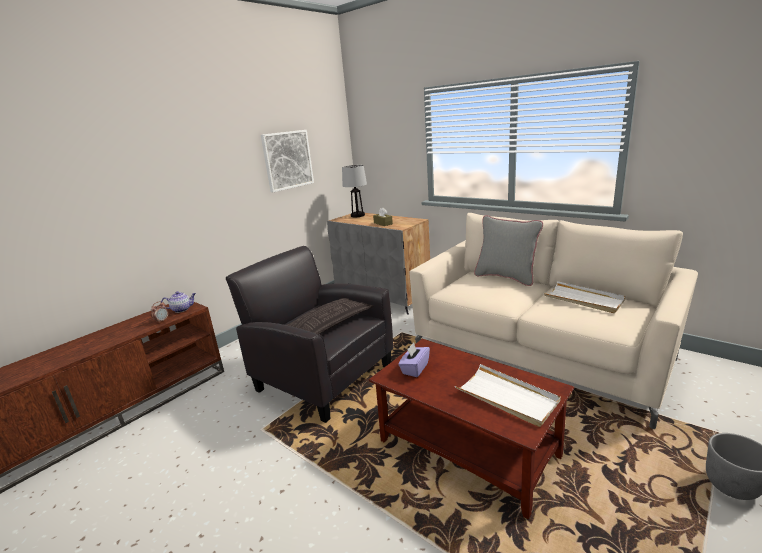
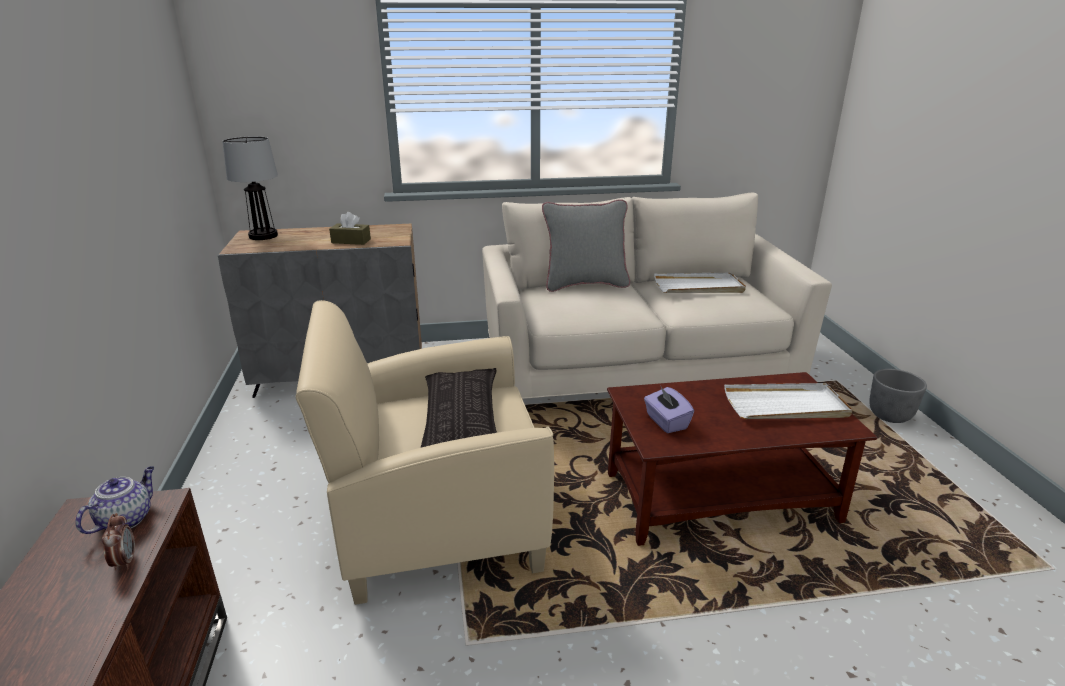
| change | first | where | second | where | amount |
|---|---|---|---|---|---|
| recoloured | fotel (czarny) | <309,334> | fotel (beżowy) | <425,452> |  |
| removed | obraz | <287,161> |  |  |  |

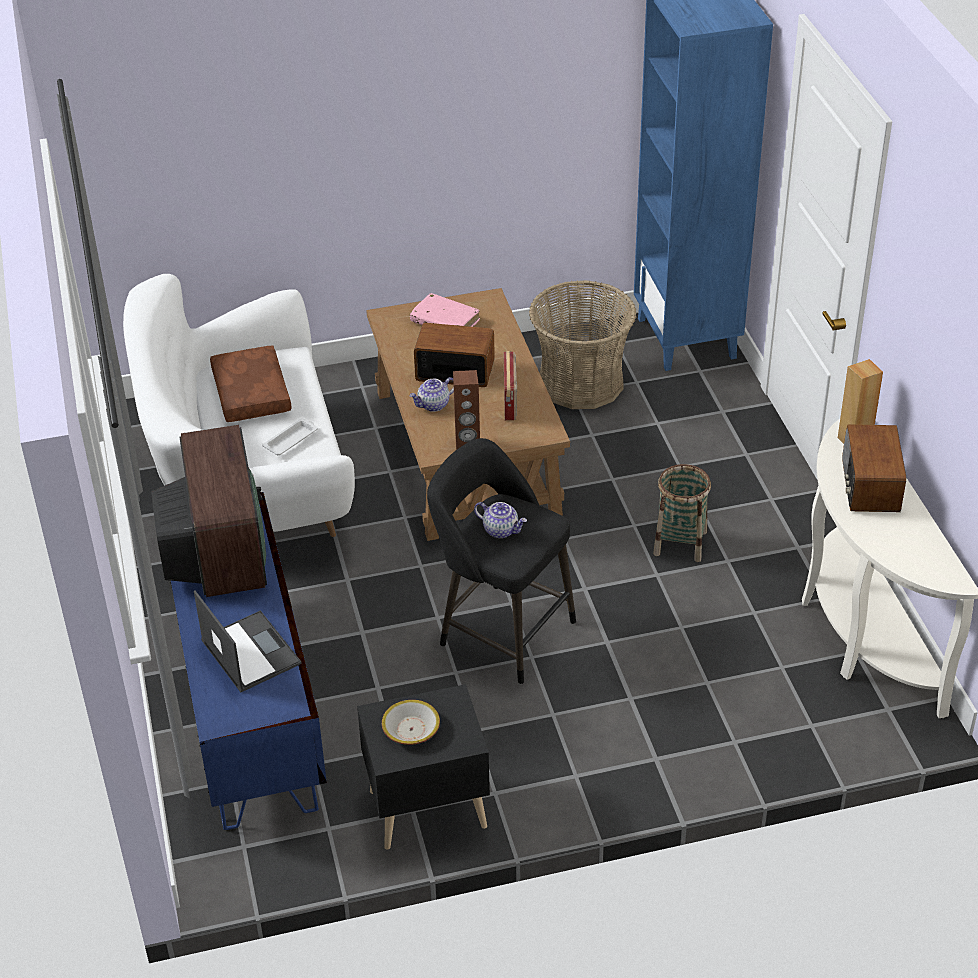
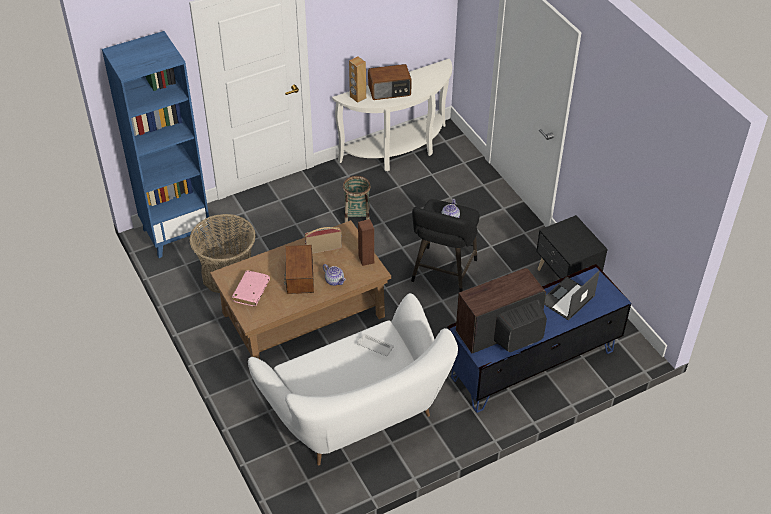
| change | first | where | second | where | amount |
|---|---|---|---|---|---|
| removed | poduszka (brązowy) | <251,383> |  |  |  |
| removed | miska | <411,722> |  |  |  |

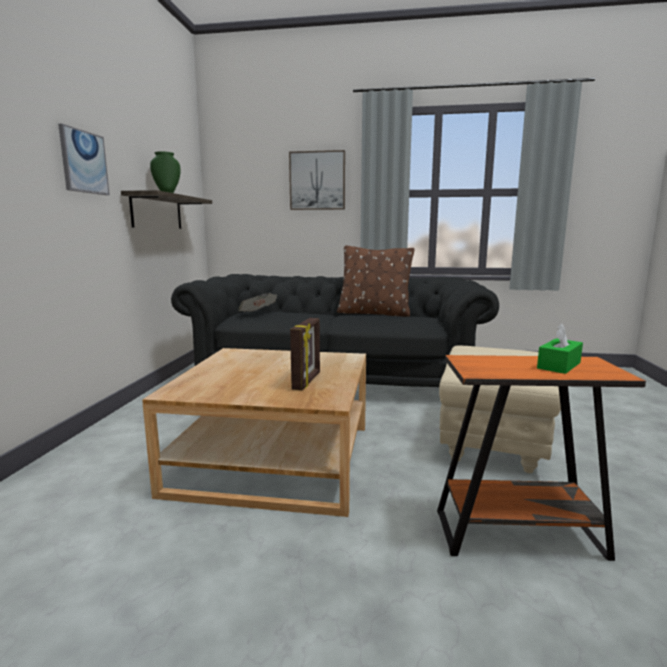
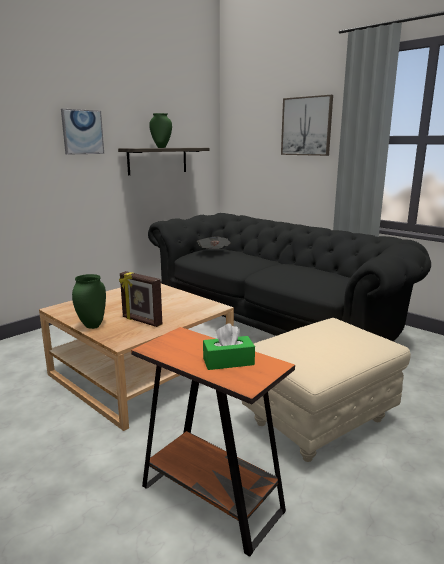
| change | first | where | second | where | amount |
|---|---|---|---|---|---|
| turned | ramka na zdjęcie | <305,354> |  | <140,299> | 75 degrees clockwise |
| removed | poduszka (brązowy) | <376,281> |  |  |  |
| added |  |  | wazon (zielony) | <89,301> |  |

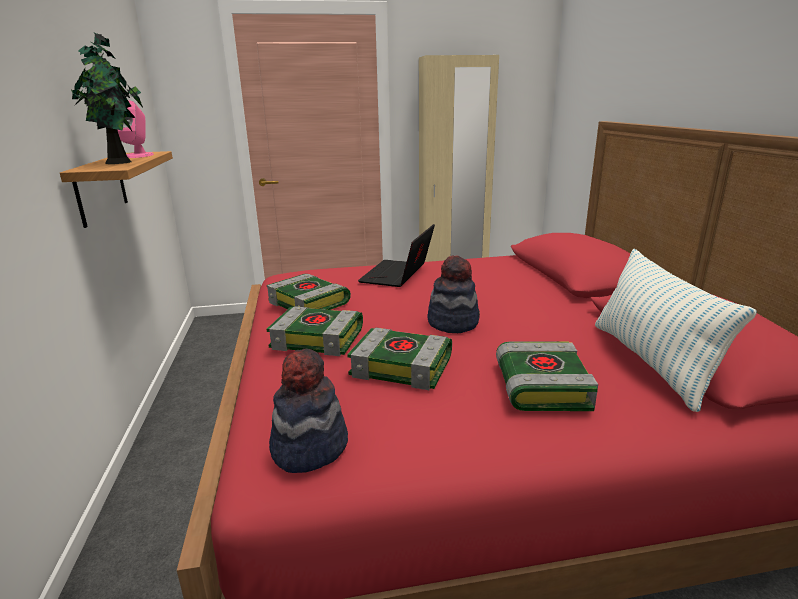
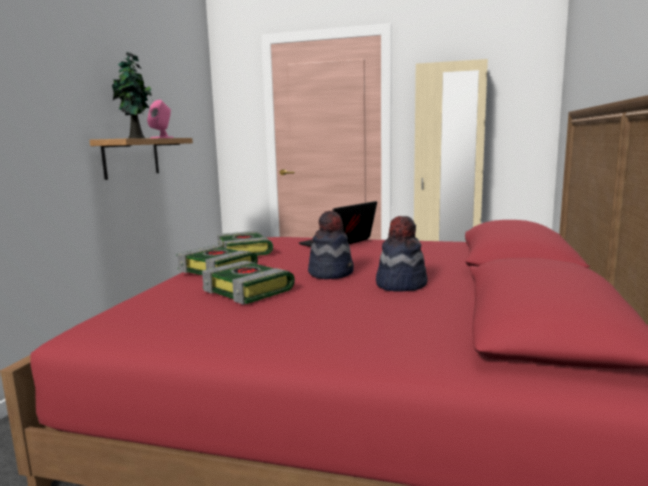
| change | first | where | second | where | amount |
|---|---|---|---|---|---|
| moved | kapelusz | <308,411> |  | <401,254> |  |
| removed | książka | <547,376> |  |  |  |
| removed | poduszka | <676,330> |  |  |  |

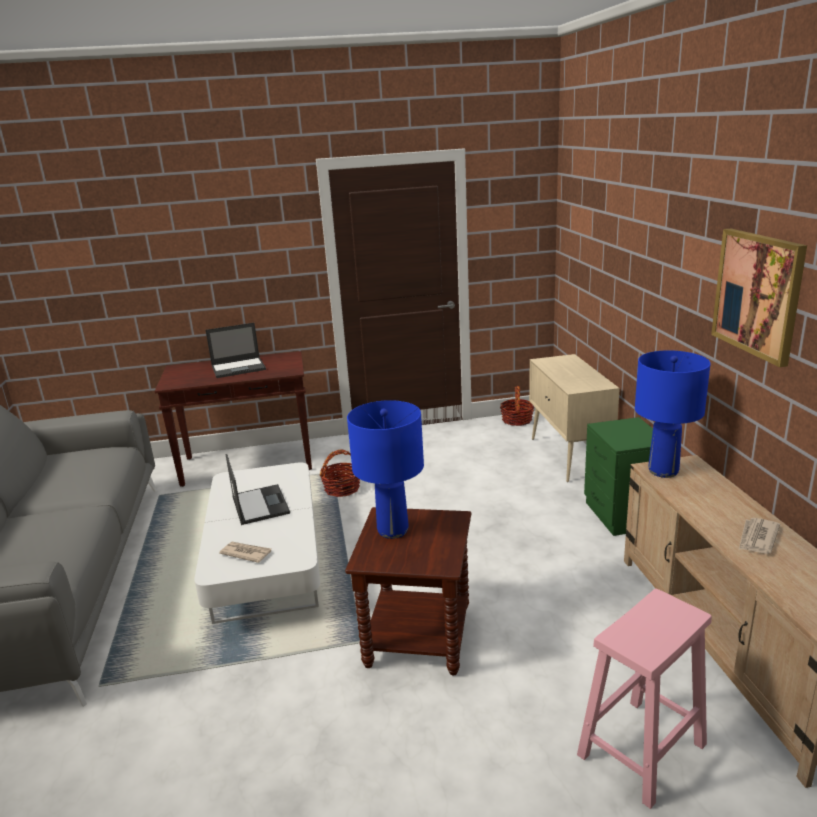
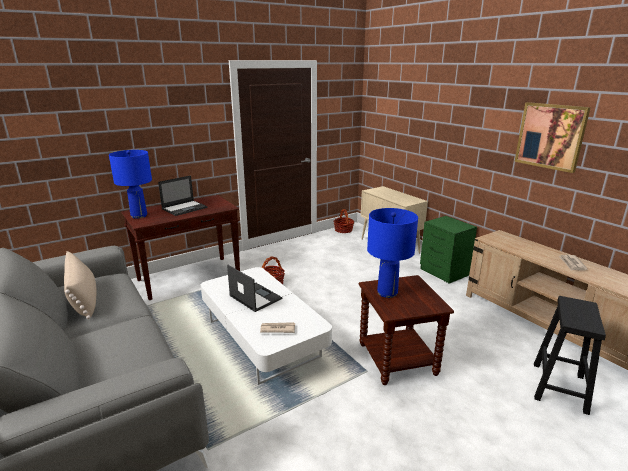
| change | first | where | second | where | amount |
|---|---|---|---|---|---|
| recoloured | stołek (różowy) | <644,699> | stołek (czarny) | <570,355> |  |
| moved | lampa stołowa (niebieski) | <673,414> |  | <130,184> |  |
| added |  |  | poduszka (beżowy) | <80,285> |  |

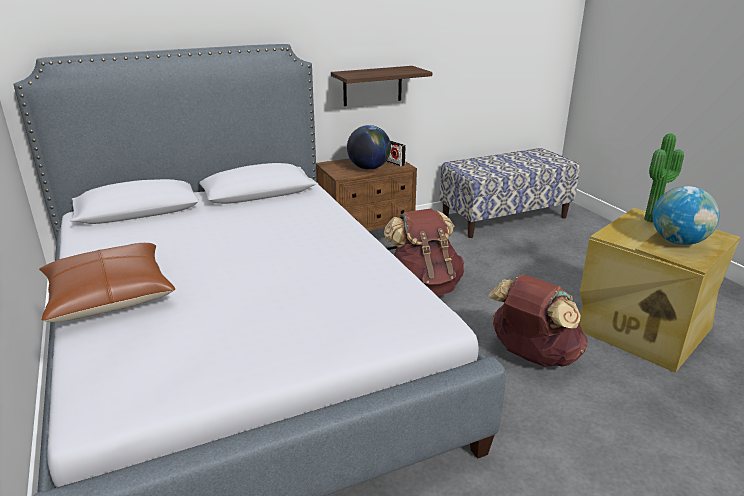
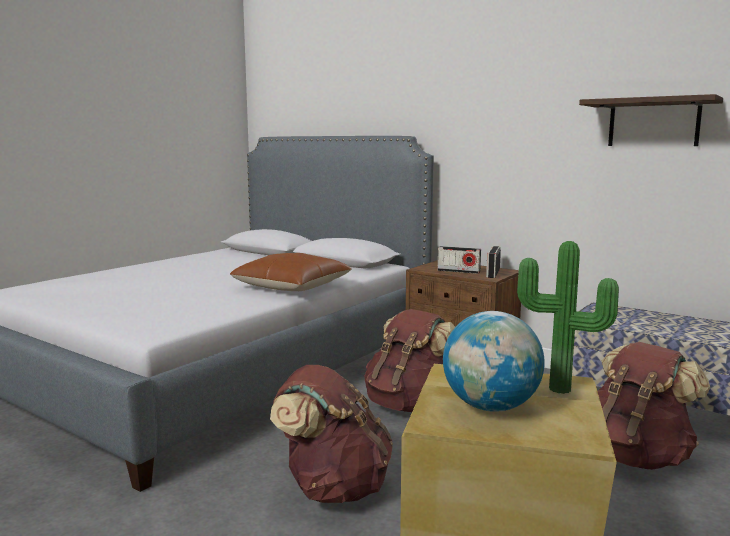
| change | first | where | second | where | amount |
|---|---|---|---|---|---|
| moved | poduszka (brązowy) | <107,282> |  | <290,272> |  |
| moved | półka | <381,86> |  | <651,120> |  |
| replaced | globus | <369,147> | radio | <459,260> |  |
| added |  |  | plecak (brązowy) | <654,406> |  |

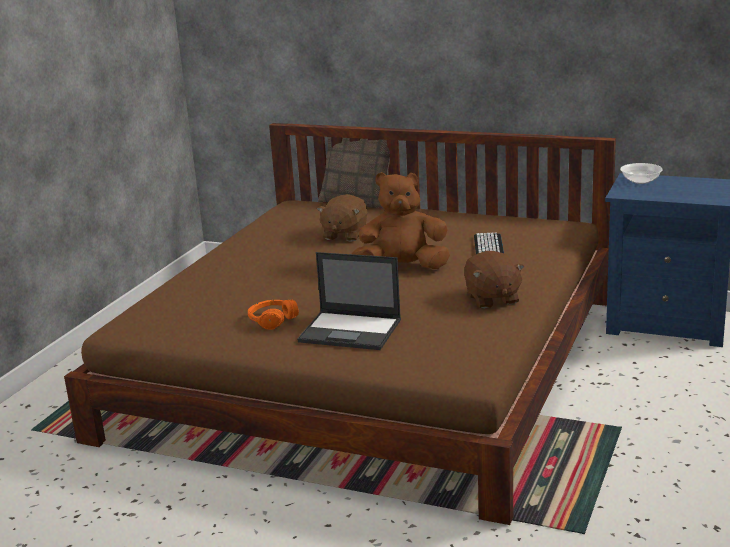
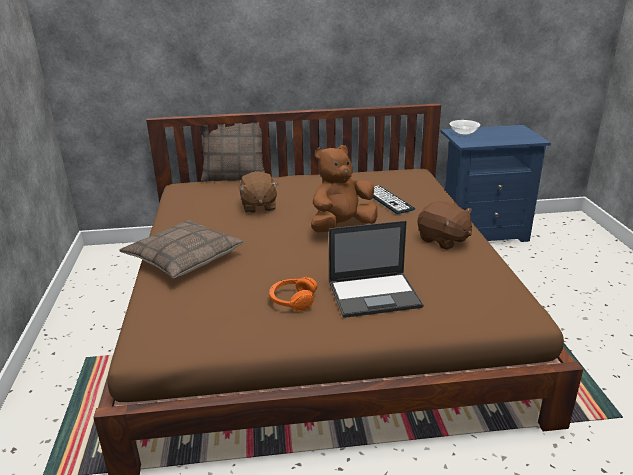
| change | first | where | second | where | amount |
|---|---|---|---|---|---|
| added |  |  | poduszka | <181,249> |  |

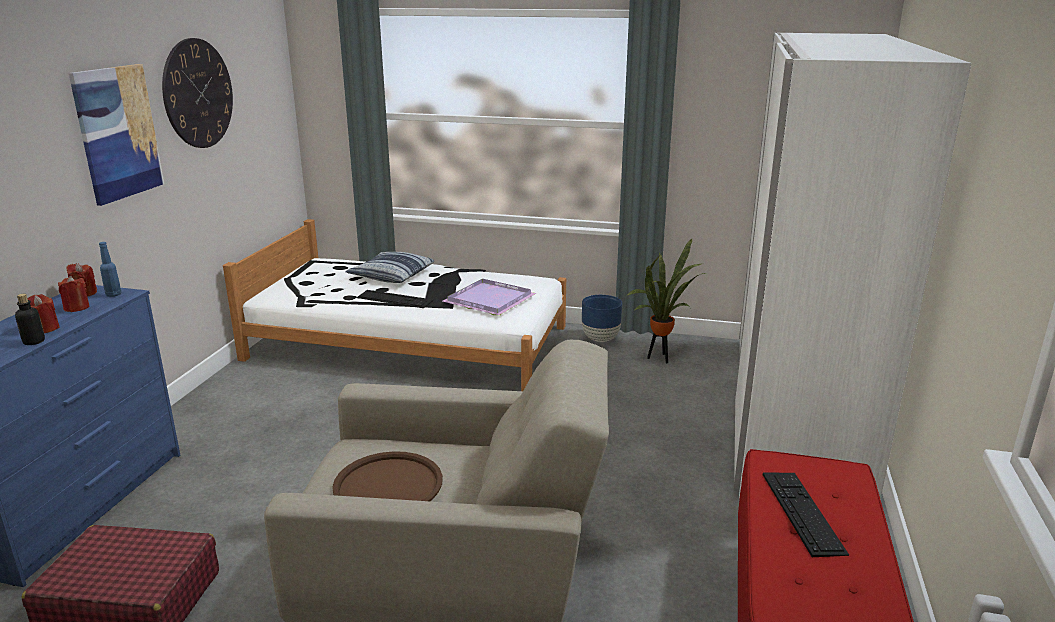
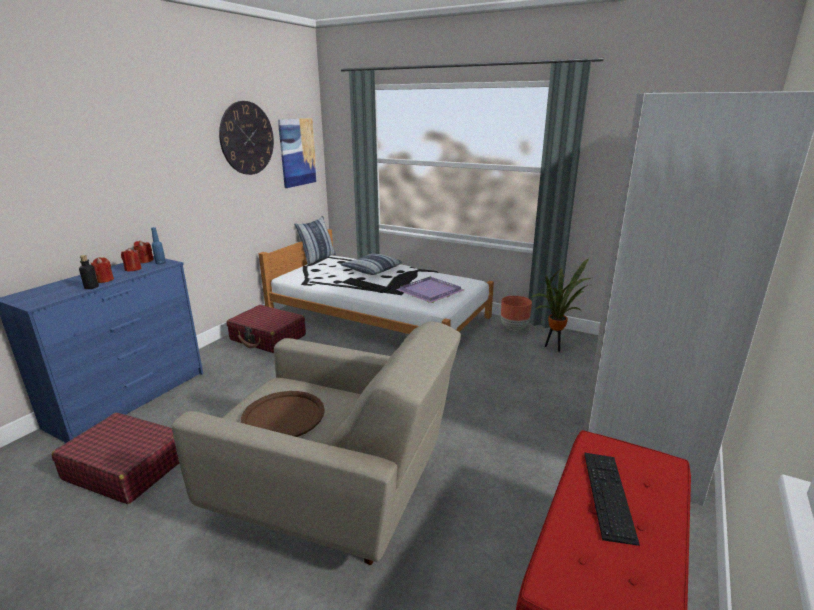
| change | first | where | second | where | amount |
|---|---|---|---|---|---|
| moved | obraz | <116,135> |  | <297,153> |  |
| recoloured | donica (niebieski) | <602,318> | donica (brązowy) | <516,313> |  |
| added |  |  | walizka (czerwony) | <266,329> |  |
| added |  |  | poduszka | <315,240> |  |

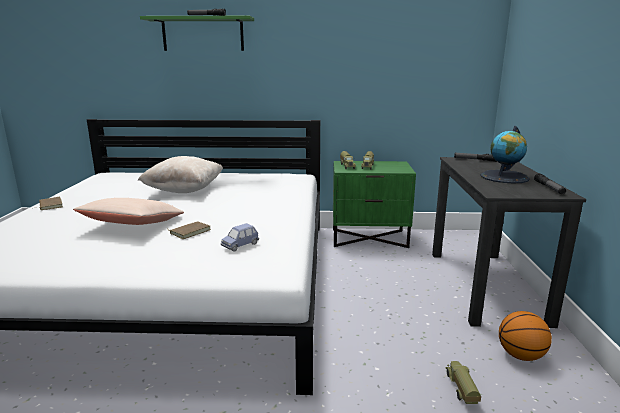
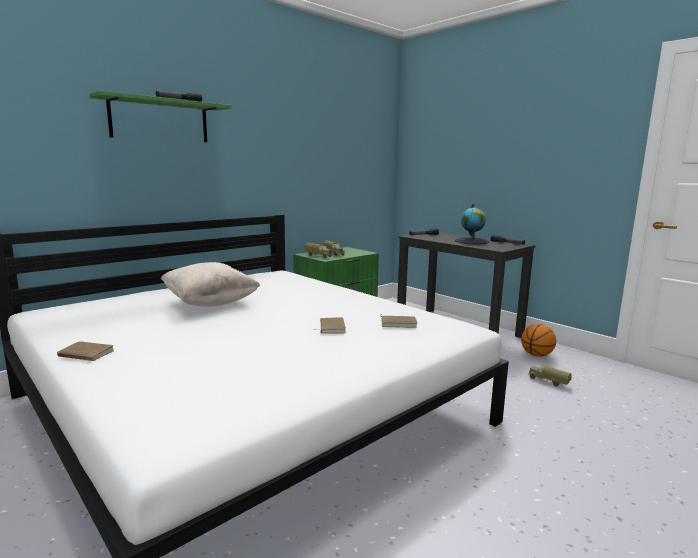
| change | first | where | second | where | amount |
|---|---|---|---|---|---|
| removed | poduszka (beżowy) | <128,211> |  |  |  |
| replaced | samochodzik (niebieski) | <240,237> | książka (brązowy) | <399,321> |  |

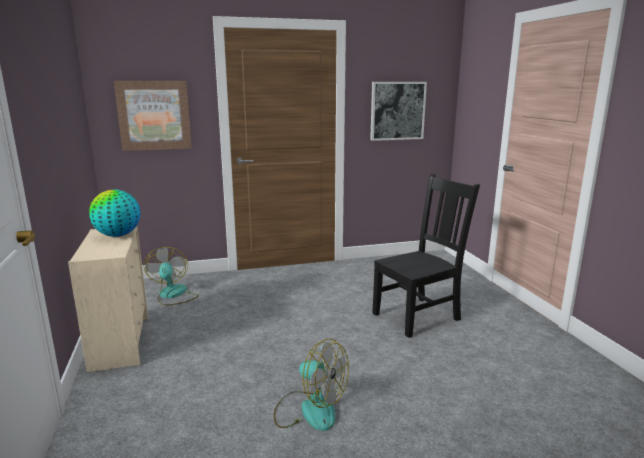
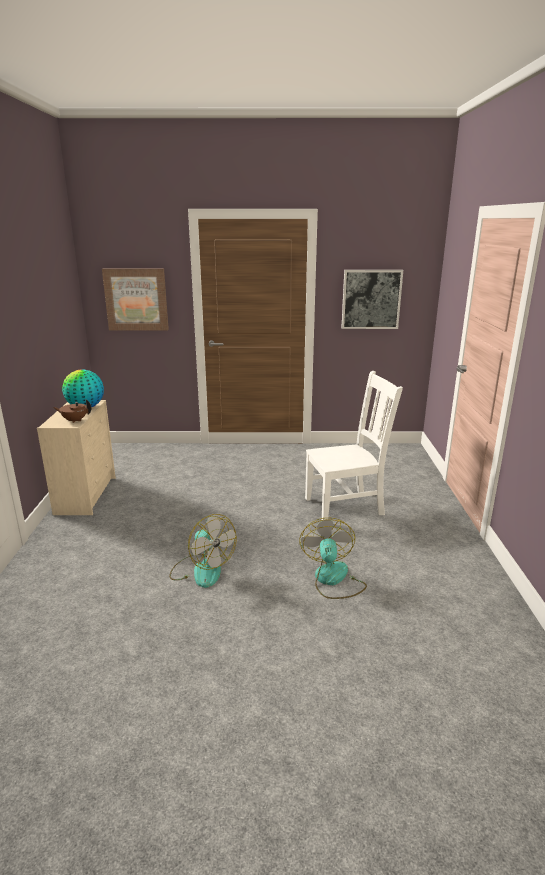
| change | first | where | second | where | amount |
|---|---|---|---|---|---|
| moved | wentylator | <171,276> |  | <333,558> |  |
| recoloured | krzesło (czarny) | <426,256> | krzesło (biały) | <354,445> |  |
| added |  |  | imbryk (brązowy) | <72,411> |  |

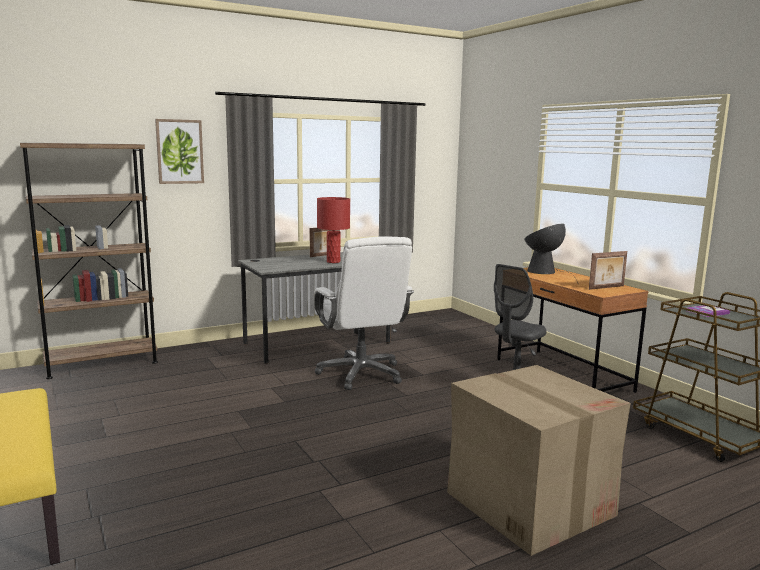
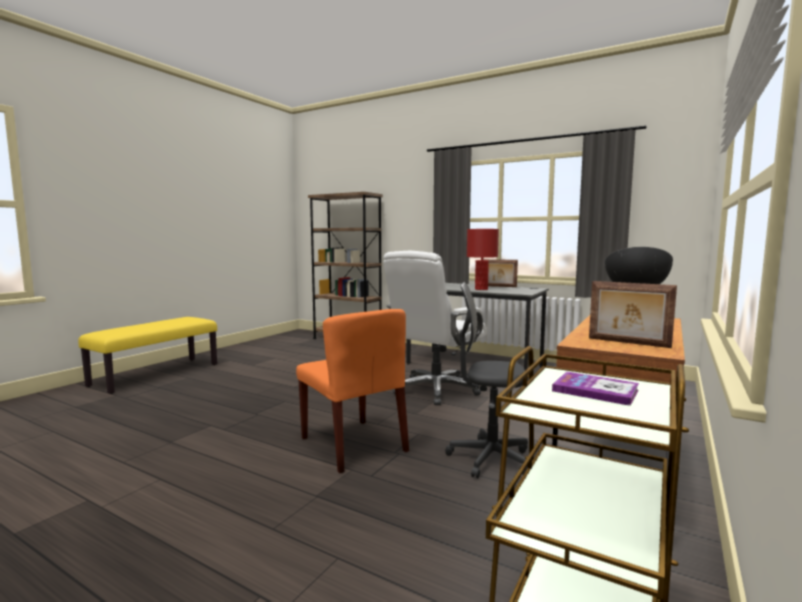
| change | first | where | second | where | amount |
|---|---|---|---|---|---|
| removed | obraz | <179,151> |  |  |  |
| removed | karton | <539,460> |  |  |  |
| added |  |  | krzesło (pomarańczowy) | <352,391> |  |

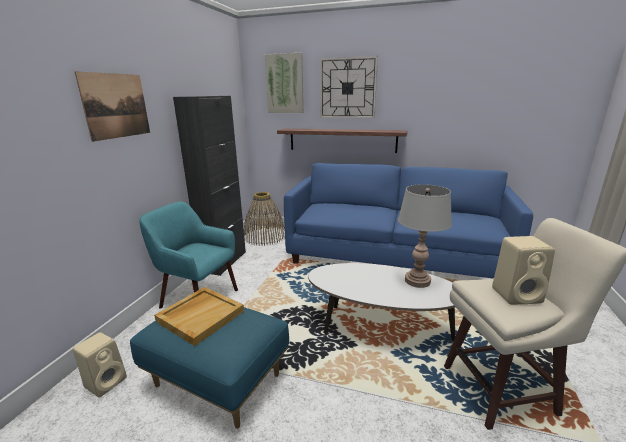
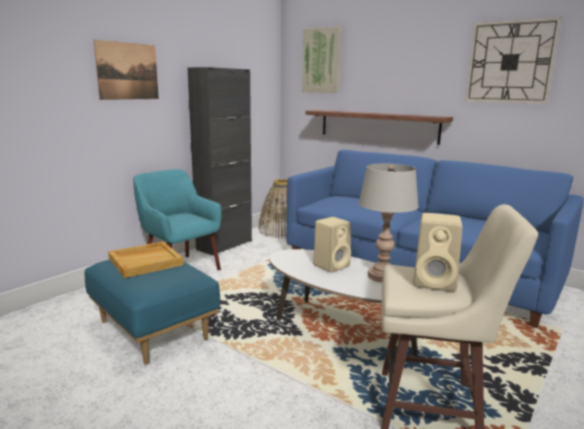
| change | first | where | second | where | amount |
|---|---|---|---|---|---|
| moved | głośnik (beżowy) | <100,364> |  | <332,244> |  |
| moved | zegar ścienny | <349,87> |  | <513,60> |  |

